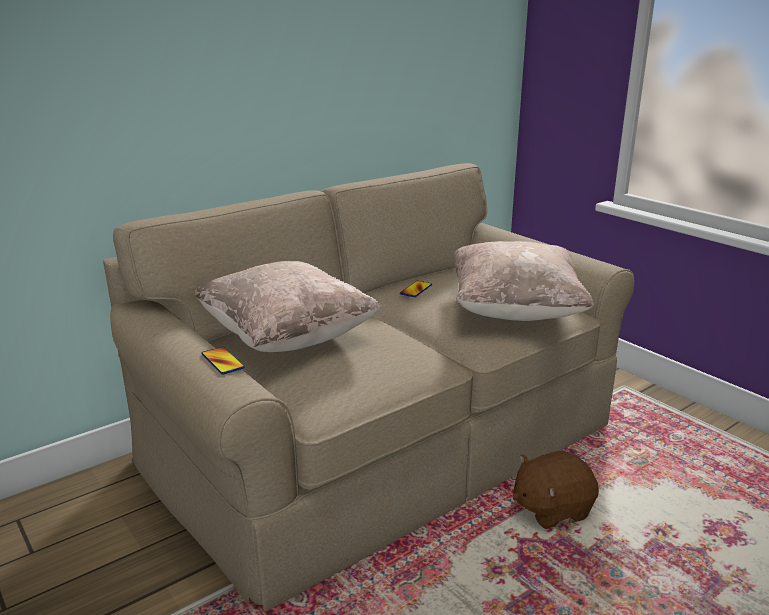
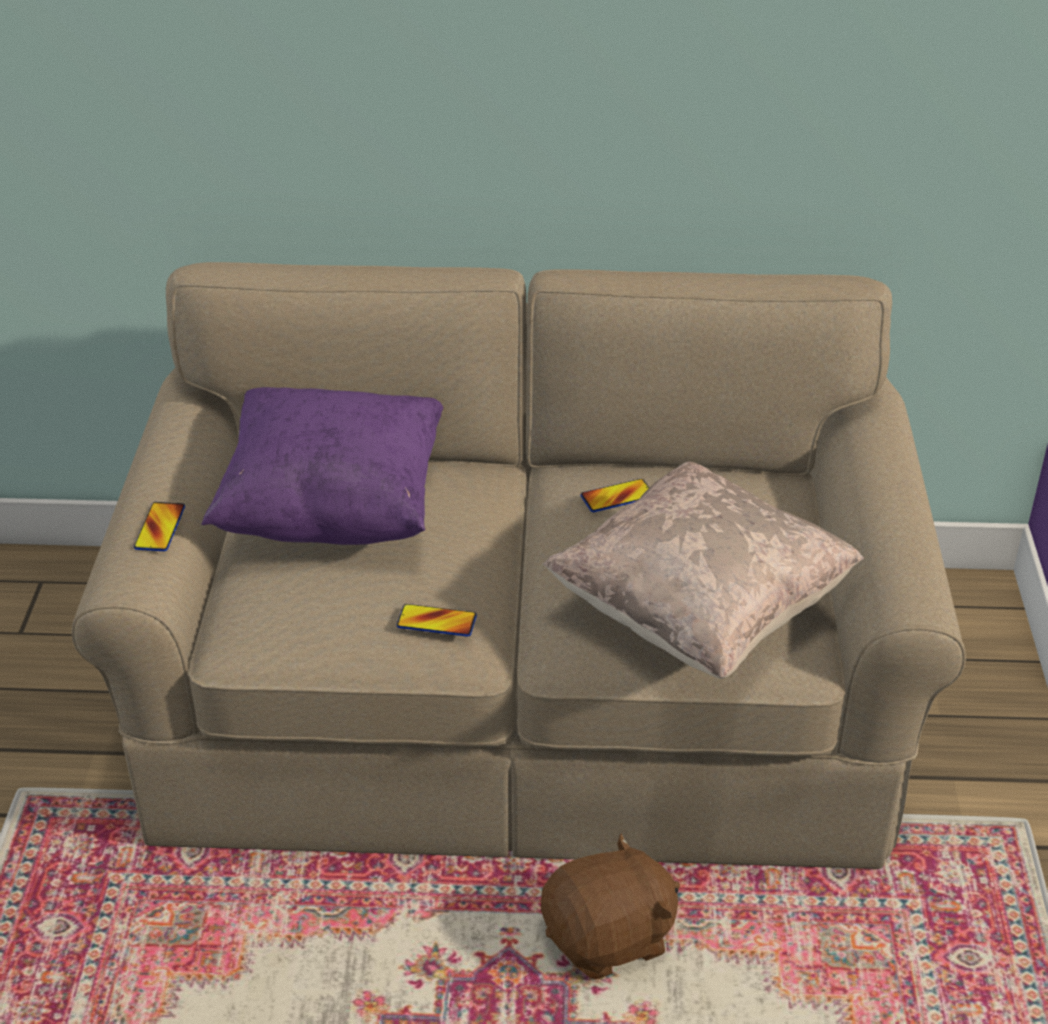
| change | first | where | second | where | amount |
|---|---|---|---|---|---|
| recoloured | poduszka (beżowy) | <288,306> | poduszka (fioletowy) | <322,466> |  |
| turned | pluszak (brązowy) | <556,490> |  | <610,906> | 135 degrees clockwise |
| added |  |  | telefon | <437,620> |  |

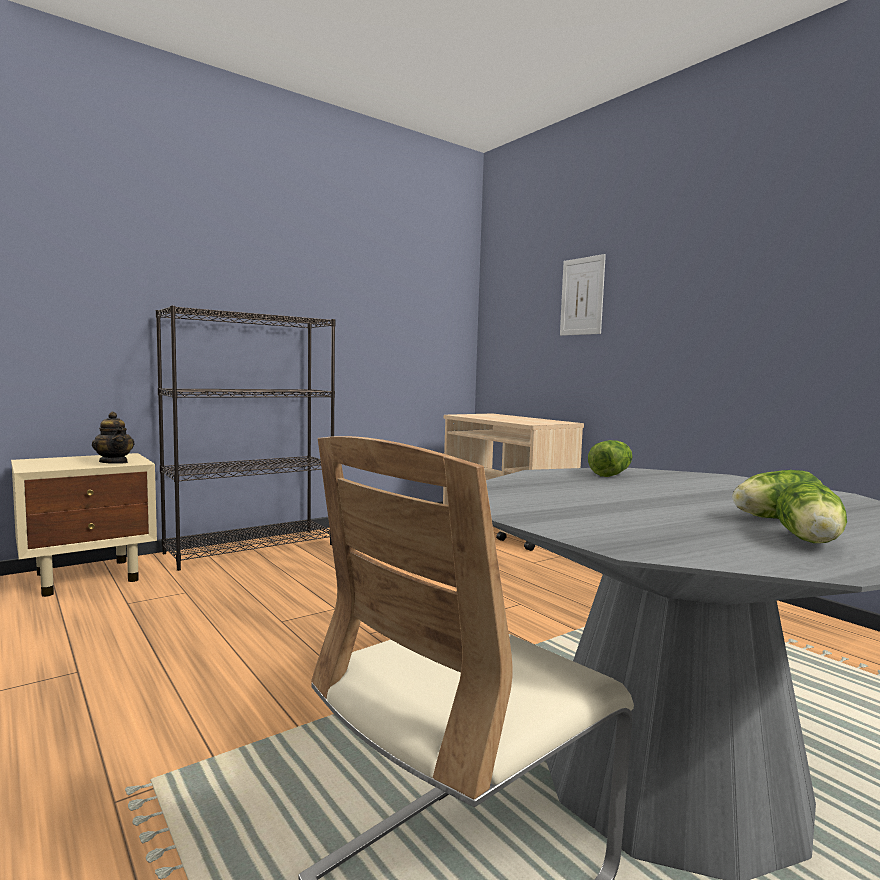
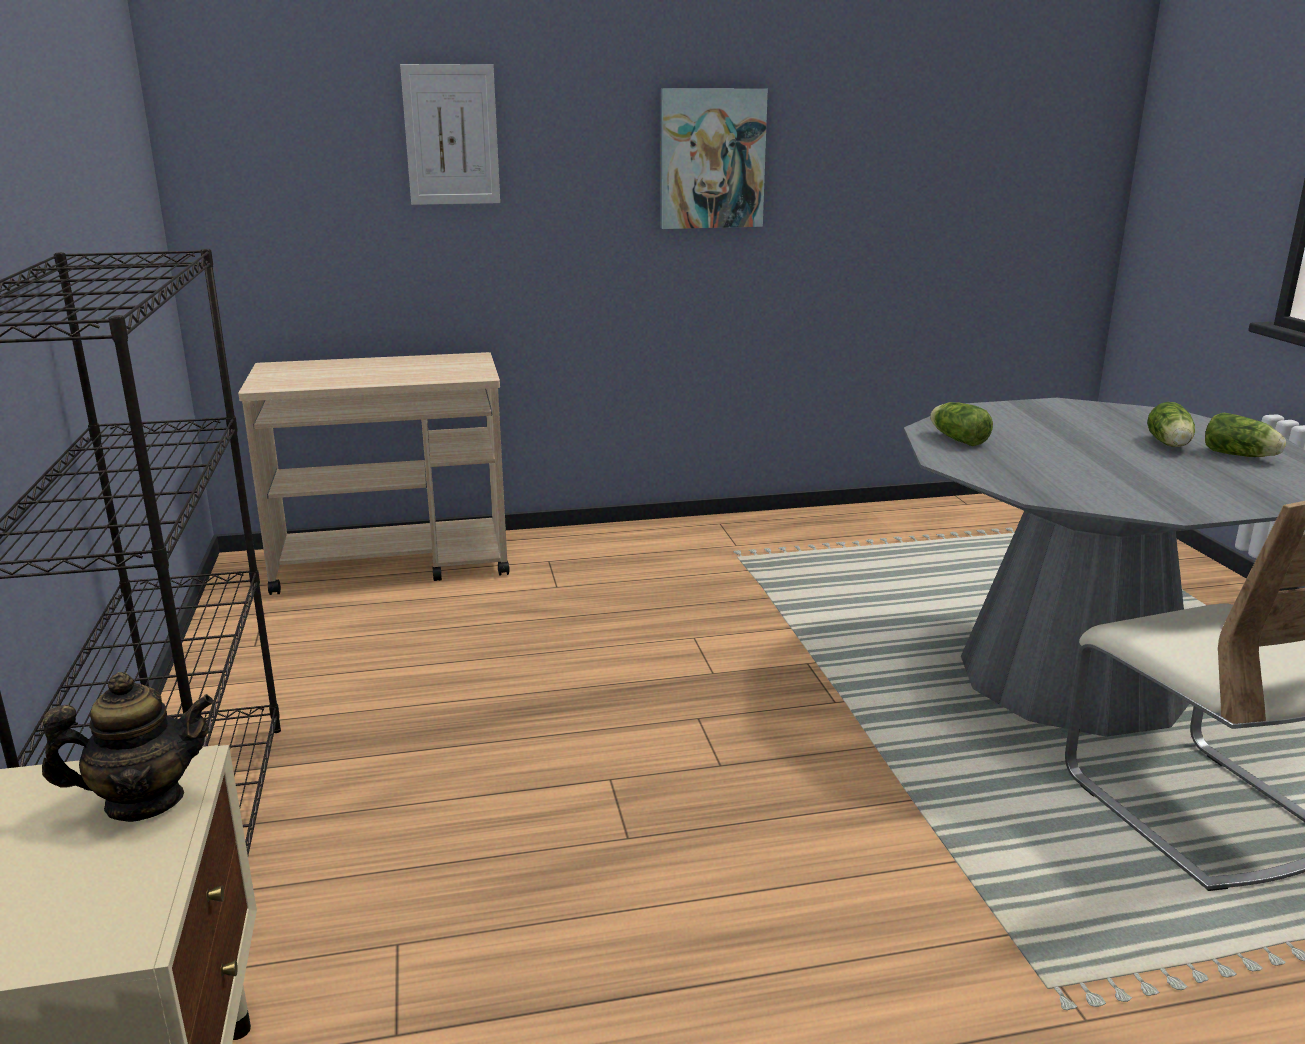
| change | first | where | second | where | amount |
|---|---|---|---|---|---|
| added |  |  | obraz | <714,158> |  |

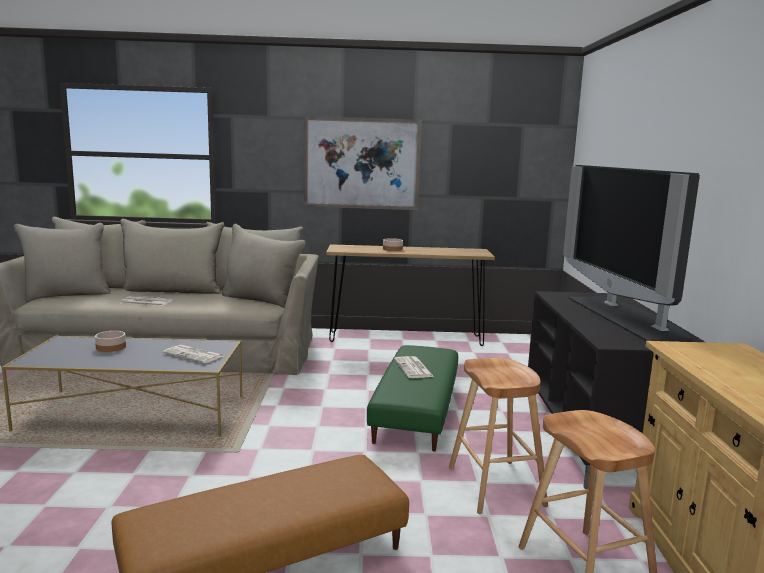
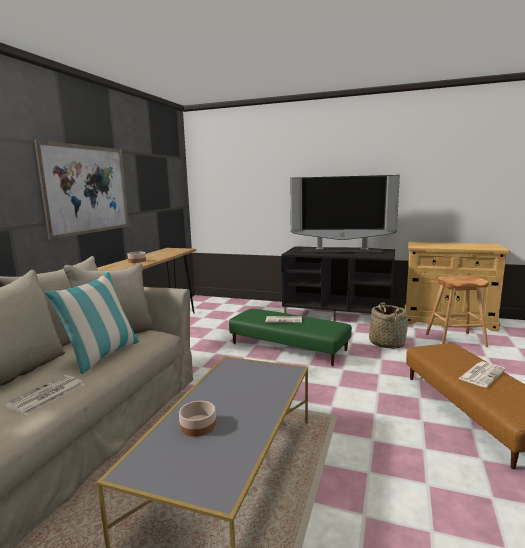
| change | first | where | second | where | amount |
|---|---|---|---|---|---|
| moved | gazeta | <193,354> |  | <482,374> |  |
| replaced | stołek (brązowy) | <498,436> | koszyk | <388,325> |  |
| added |  |  | poduszka | <92,323> |  |

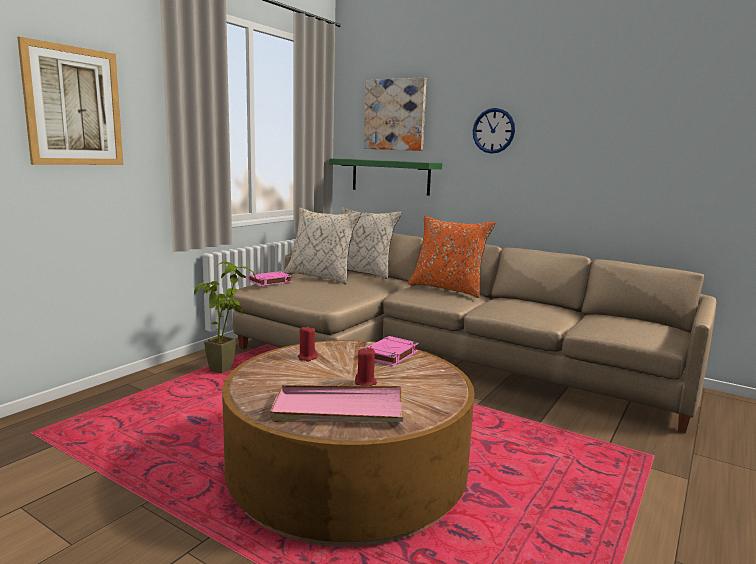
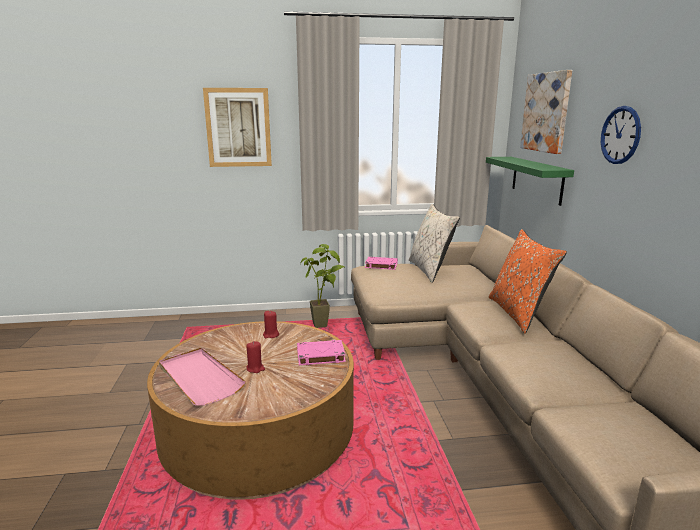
| change | first | where | second | where | amount |
|---|---|---|---|---|---|
| removed | poduszka (beżowy) | <371,243> |  |  |  |

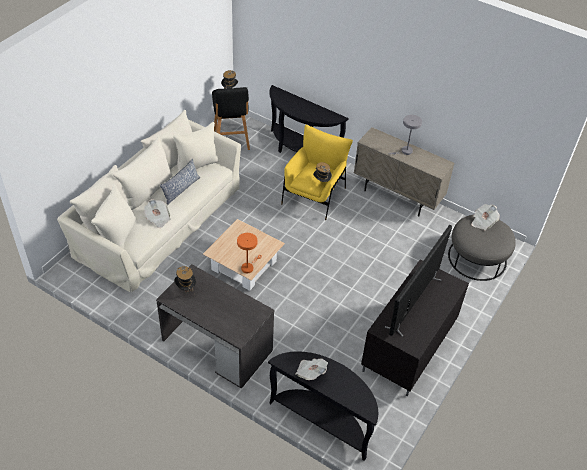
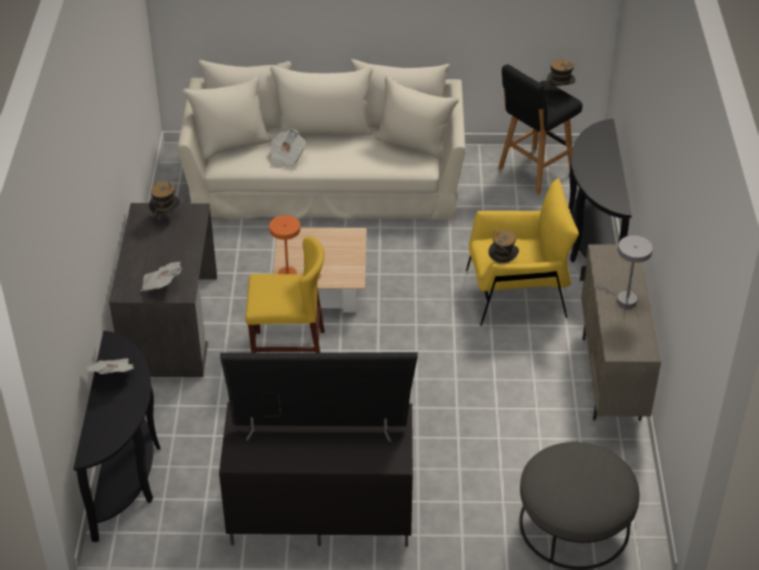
| change | first | where | second | where | amount |
|---|---|---|---|---|---|
| removed | poduszka | <180,182> |  |  |  |
| moved | gazeta | <485,217> |  | <161,276> |  |
| added |  |  | krzesło (żółty) | <285,295> |  |

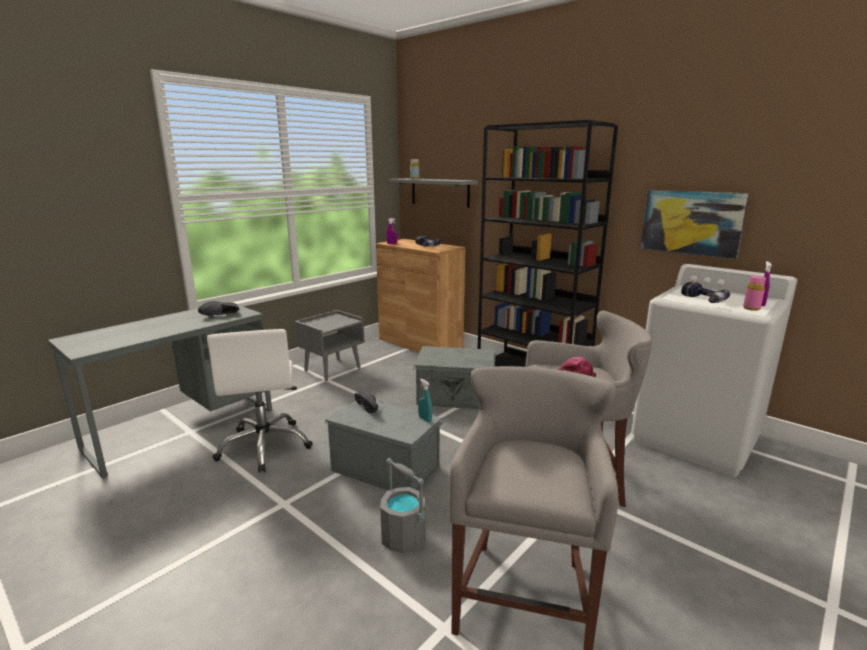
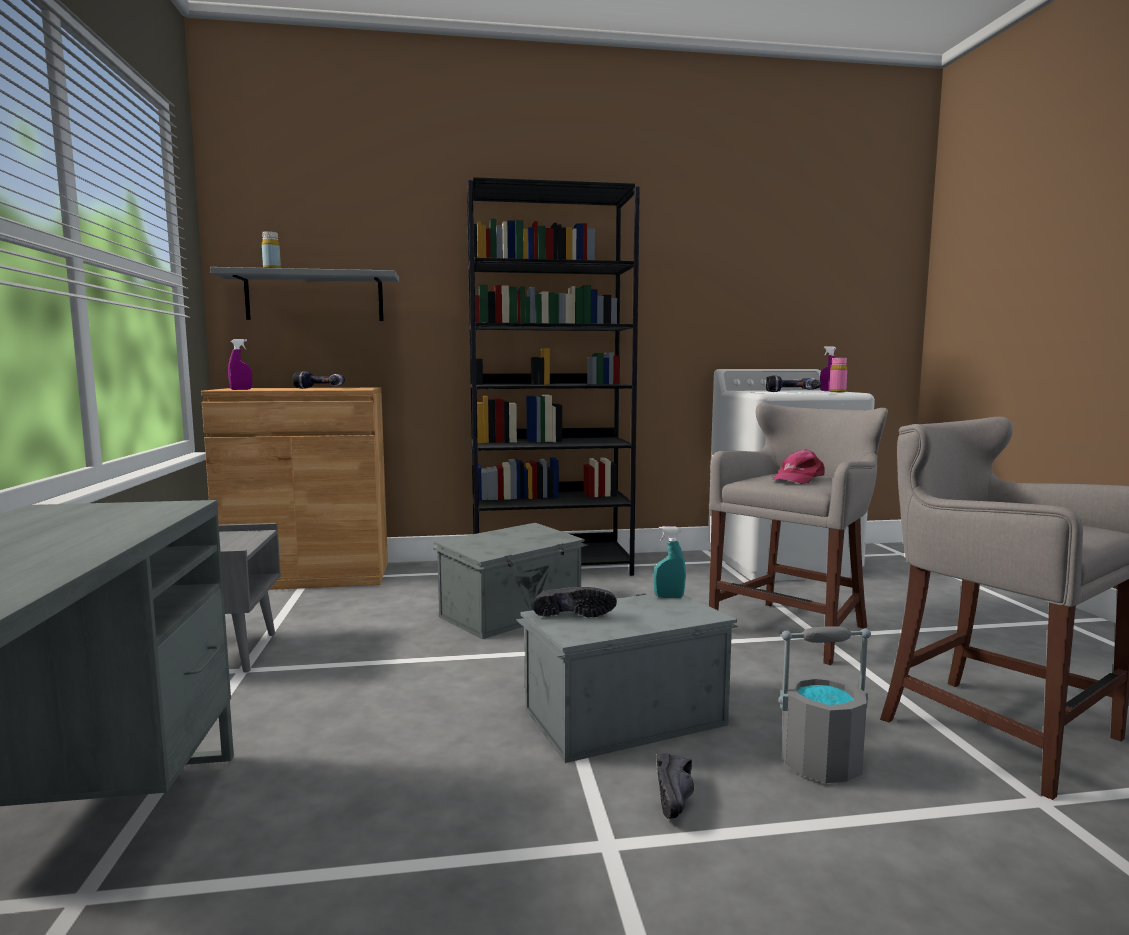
| change | first | where | second | where | amount |
|---|---|---|---|---|---|
| moved | but (czarny) | <218,308> |  | <675,786> |  |
| removed | krzesło biurowe (biały) | <260,401> |  |  |  |
| removed | obraz | <695,224> |  |  |  |

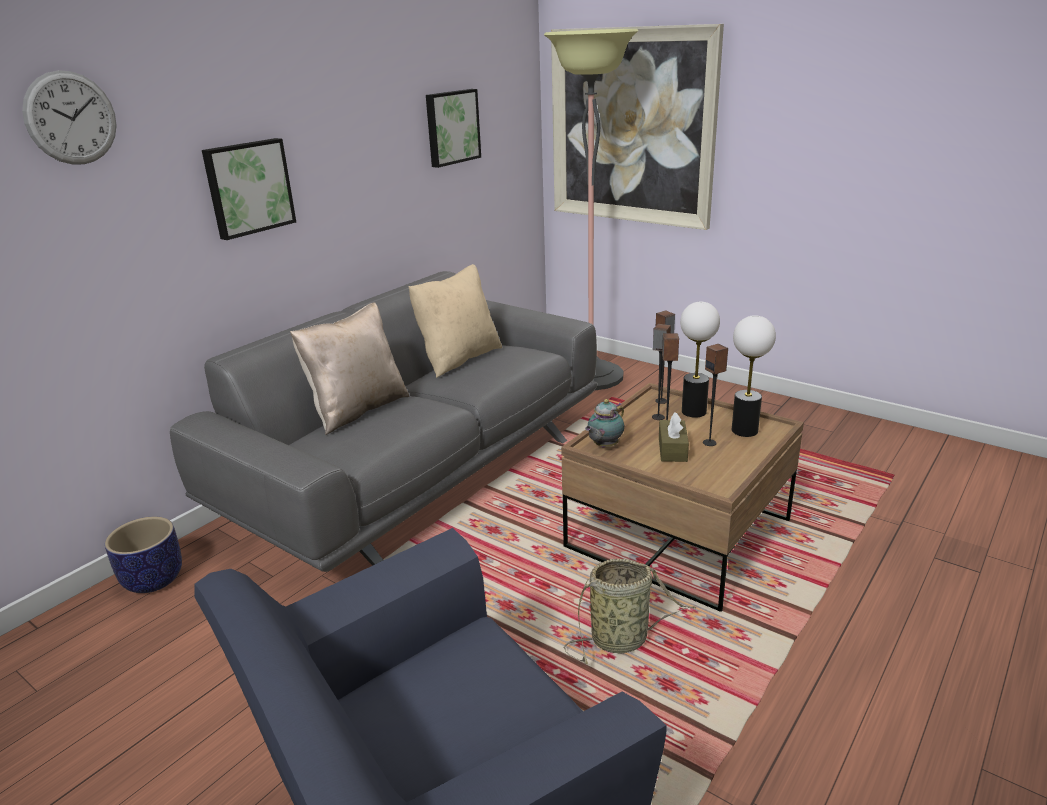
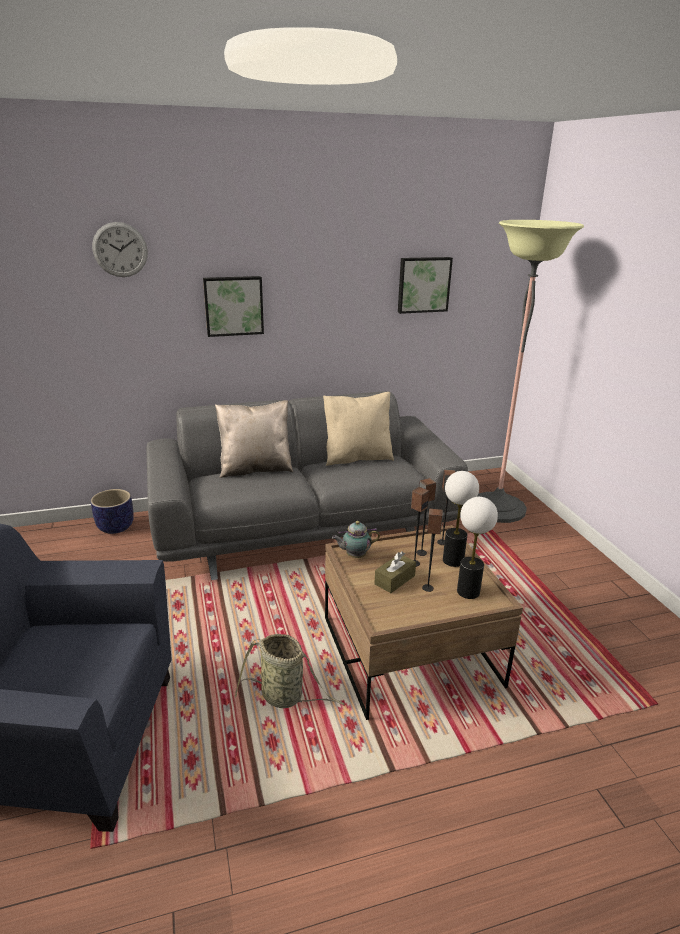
| change | first | where | second | where | amount |
|---|---|---|---|---|---|
| removed | obraz | <637,127> |  |  |  |

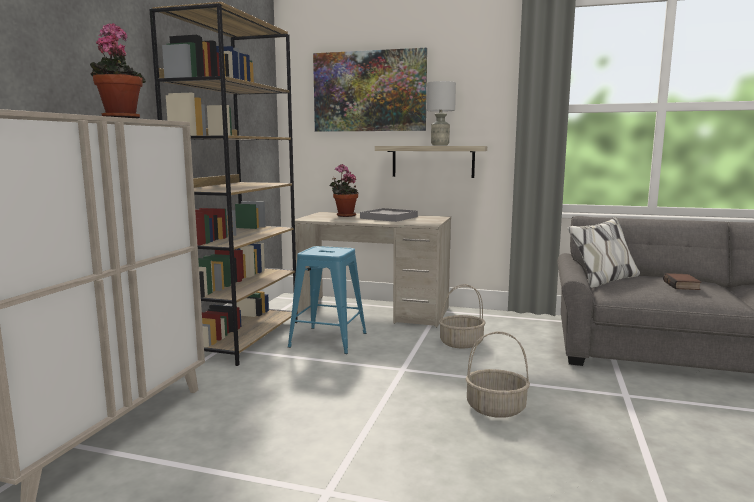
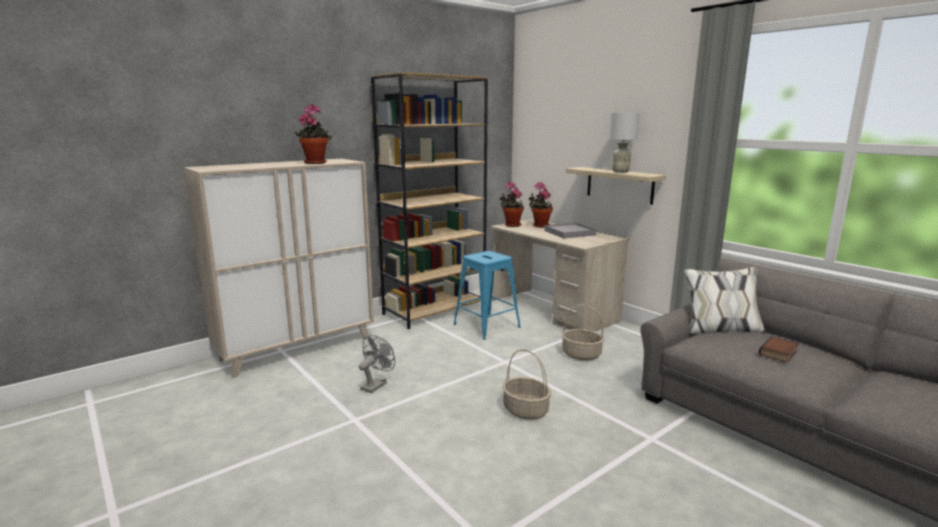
| change | first | where | second | where | amount |
|---|---|---|---|---|---|
| removed | obraz | <370,90> |  |  |  |
| added |  |  | wentylator (szary) | <377,364> |  |
| added |  |  | roślina doniczkowa | <512,204> |  |

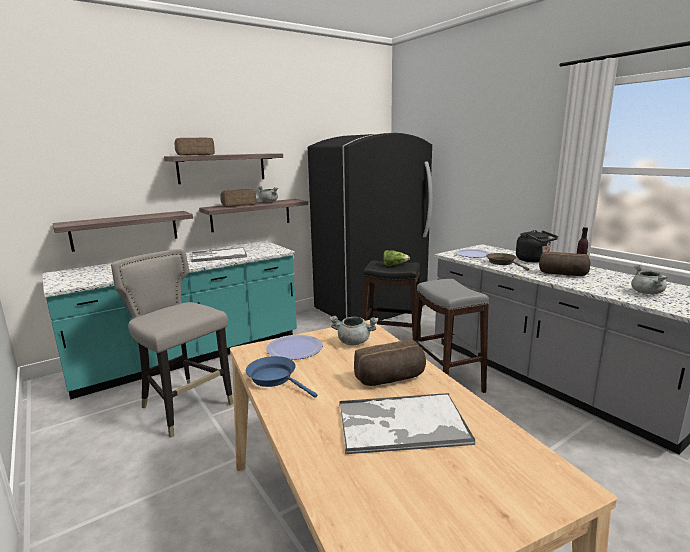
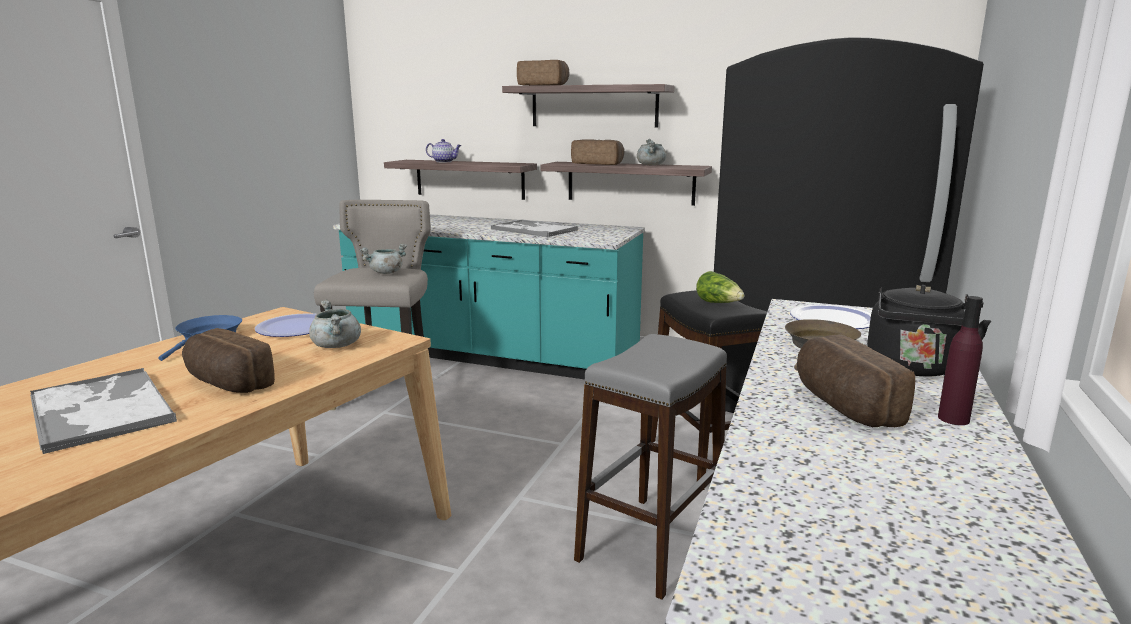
| change | first | where | second | where | amount |
|---|---|---|---|---|---|
| moved | garnek (szary) | <649,279> |  | <383,258> |  |
| added |  |  | imbryk | <443,151> |  |

